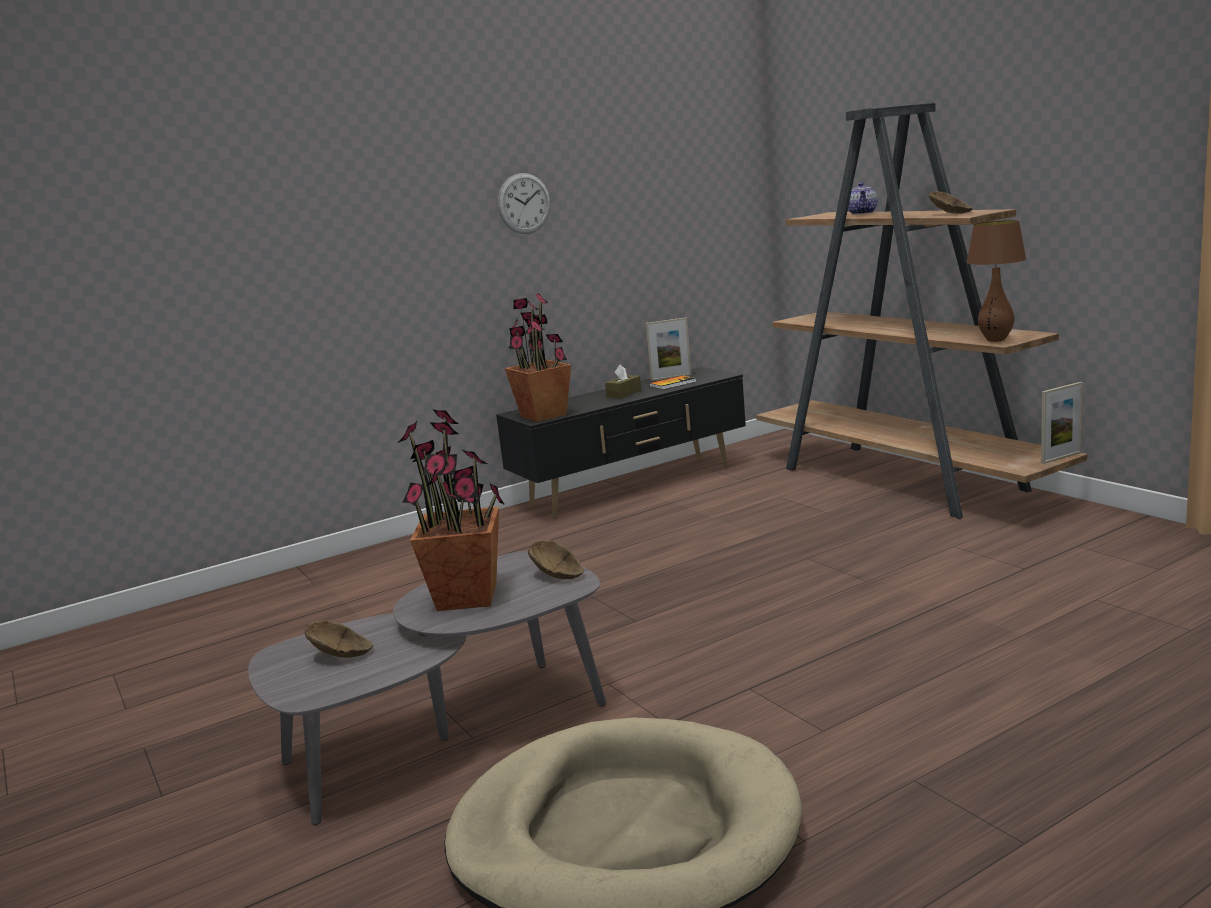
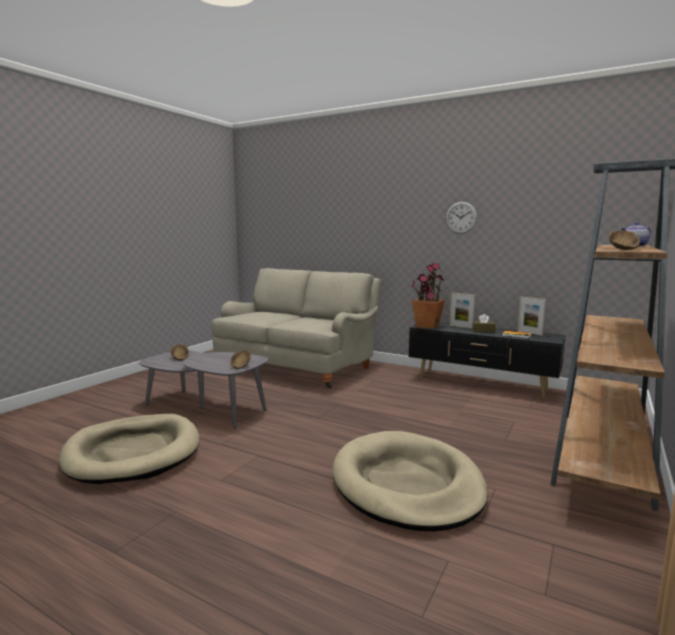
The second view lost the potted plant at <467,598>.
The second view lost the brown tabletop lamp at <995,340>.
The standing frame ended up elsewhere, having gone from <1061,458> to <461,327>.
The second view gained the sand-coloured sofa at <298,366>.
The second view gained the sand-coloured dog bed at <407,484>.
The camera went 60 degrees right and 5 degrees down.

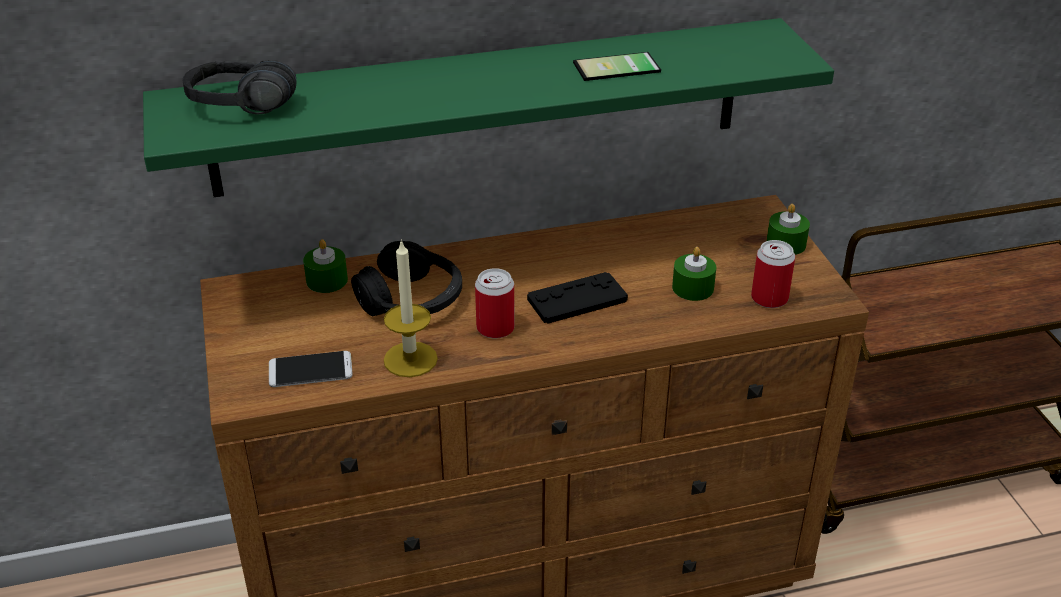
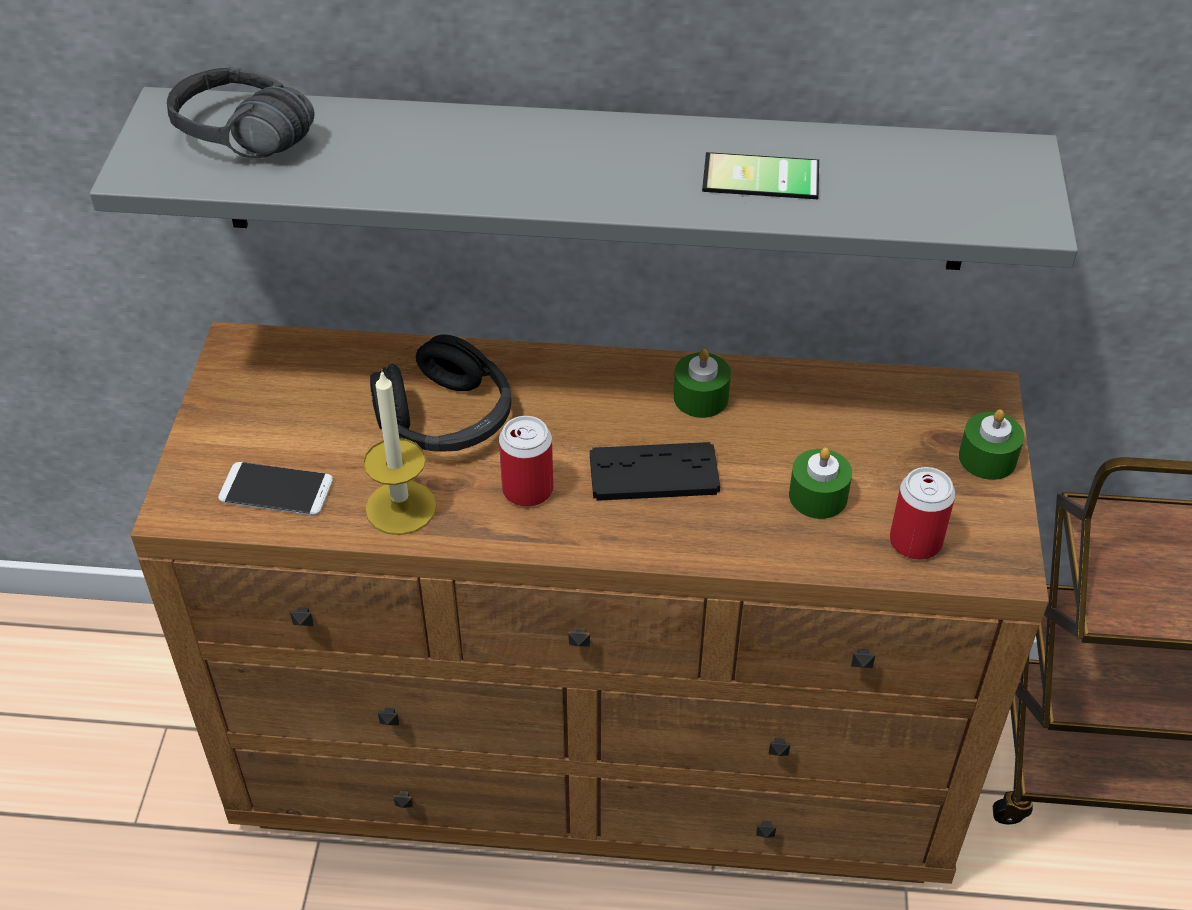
What was the greenish bracket shelf at <481,107> turned into the gray bracket shelf at <591,180>.
The greenish wax light ended up elsewhere, having gone from <327,280> to <700,398>.
The camera went 20 degrees right and 10 degrees up.

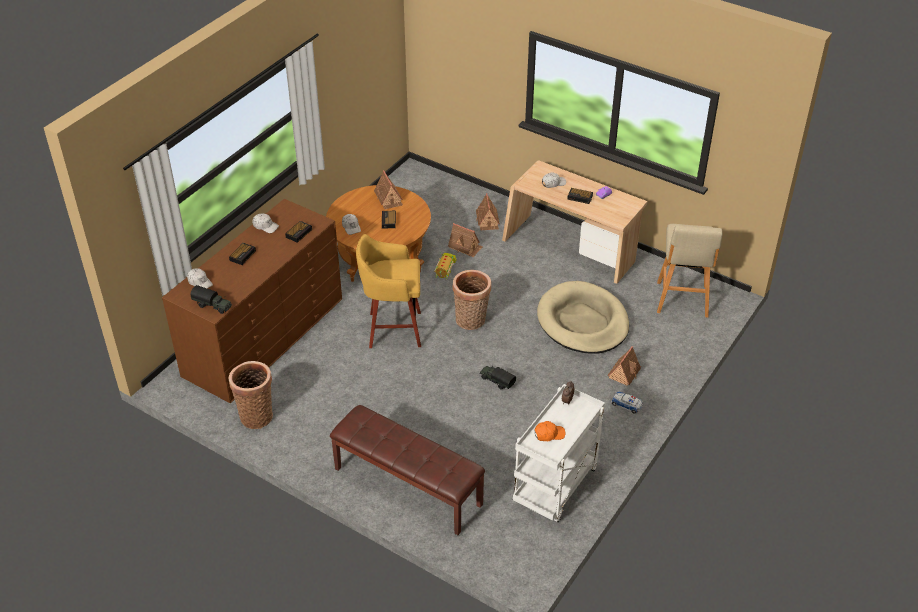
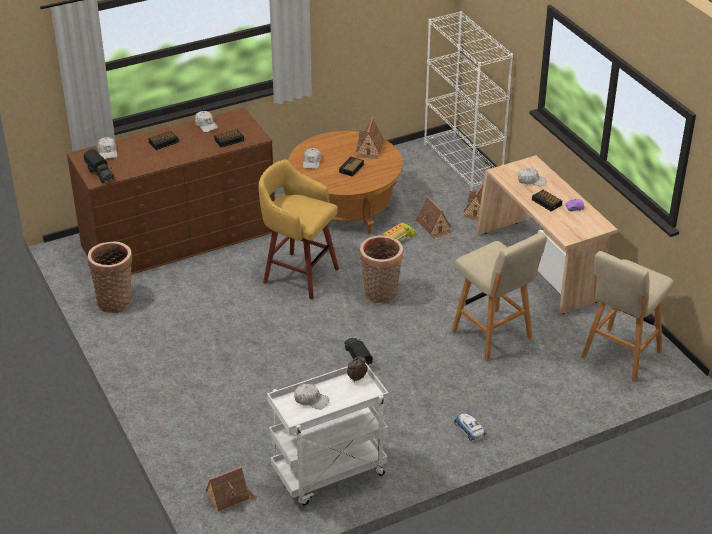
The second view lost the brown indoor bench at <407,487>.
What was the orangey peaked cap at <549,434> turned into the white peaked cap at <311,400>.
Where the sand-coloured dog bed stood at <583,321>, the sand-coloured sitting stool came to stand at <493,336>.
The toy house ended up elsewhere, having gone from <624,372> to <230,496>.
The second view gained the white shelving unit at <463,163>.
The camera went 30 degrees right and 5 degrees down.

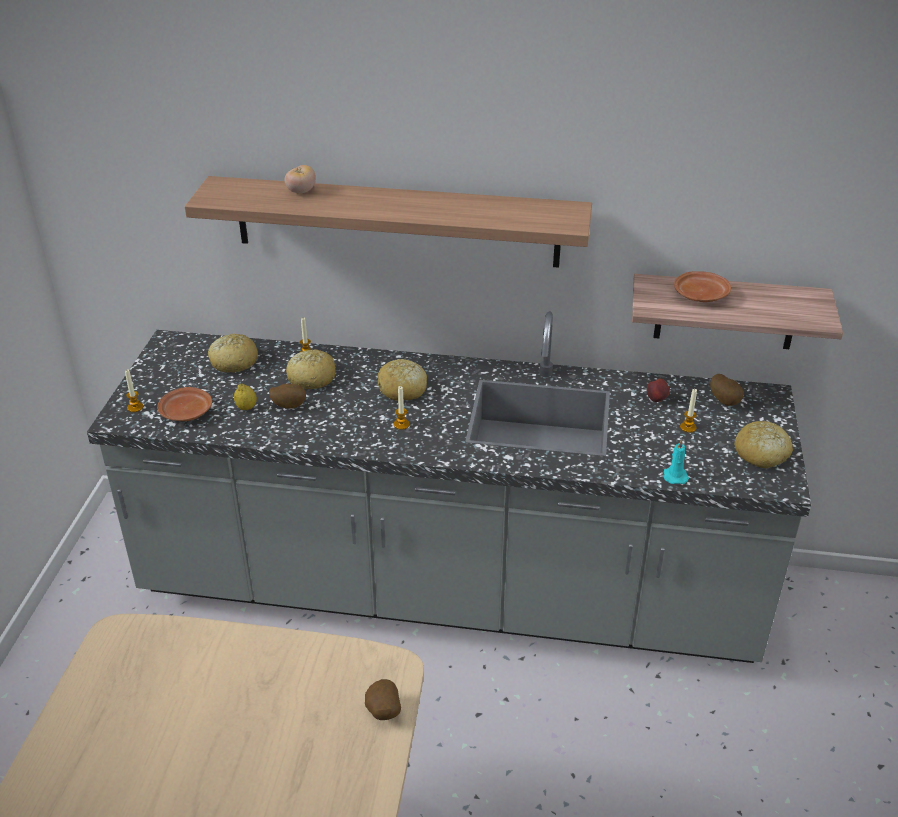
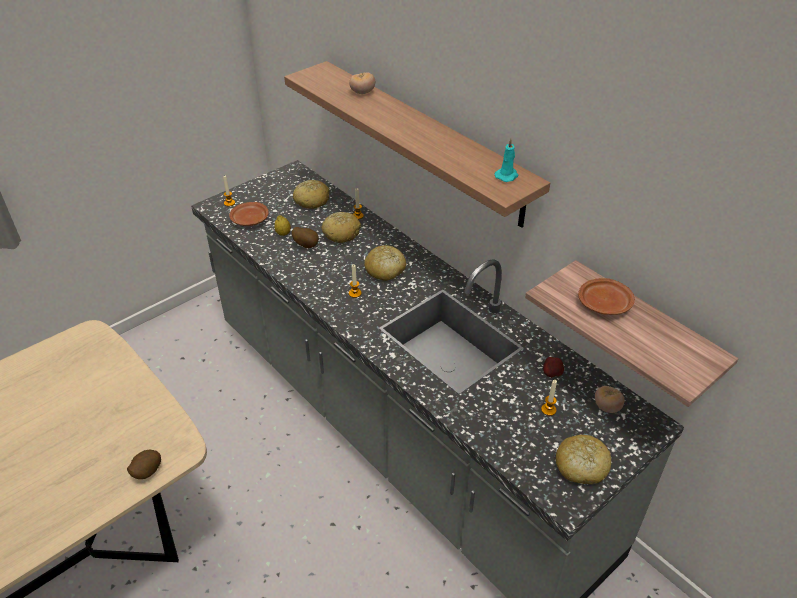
The turquoise wax light ended up elsewhere, having gone from <675,475> to <507,176>.
Where the whole potato stood at <725,401>, the tomato came to stand at <607,407>.
The camera went 40 degrees right and 5 degrees up.

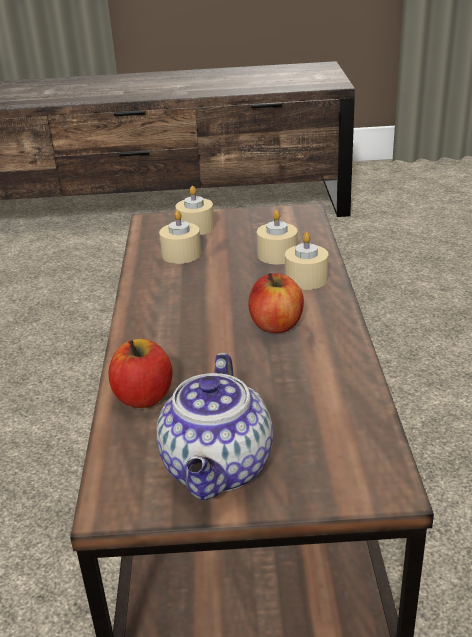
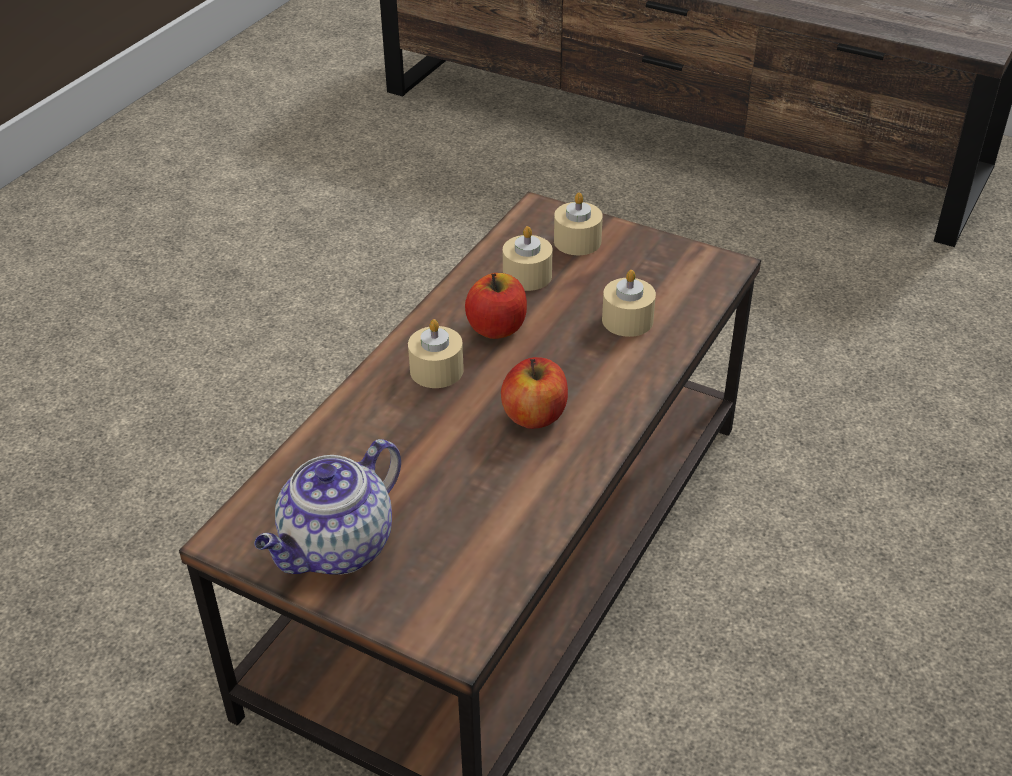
The apple ended up elsewhere, having gone from <144,397> to <497,328>.
The sand-coloured wax light ended up elsewhere, having gone from <306,279> to <436,370>.
The camera went 30 degrees right and 10 degrees up.

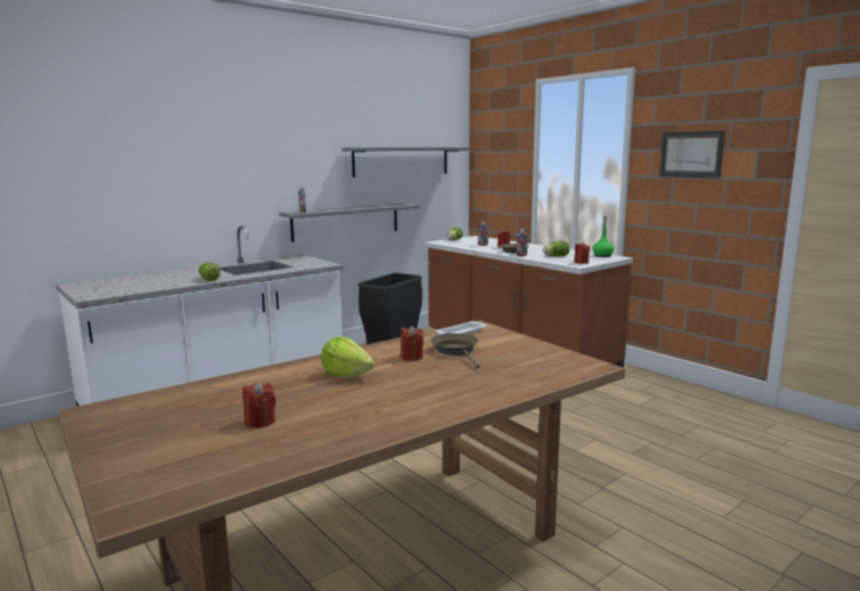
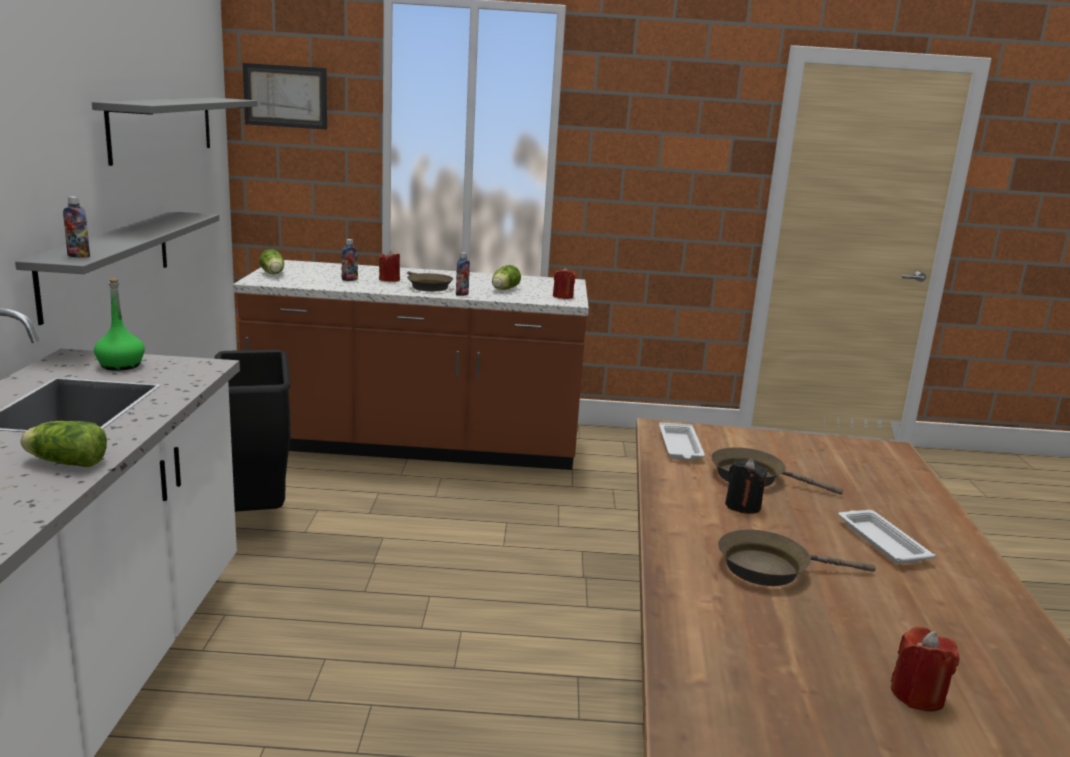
Where the lettuce stood at <346,375>, the brown frying pan came to stand at <770,568>.
What was the red wax light at <411,357> turned into the black wax light at <743,506>.
The greenish beverage bottle ended up elsewhere, having gone from <602,255> to <121,365>.
The wall art ended up elsewhere, having gone from <691,154> to <285,96>.
The second view gained the white tray at <881,541>.
The camera went 50 degrees left and 5 degrees up.

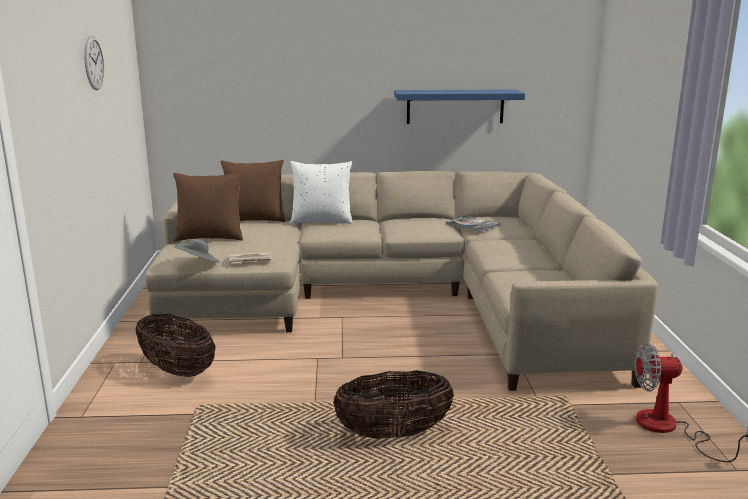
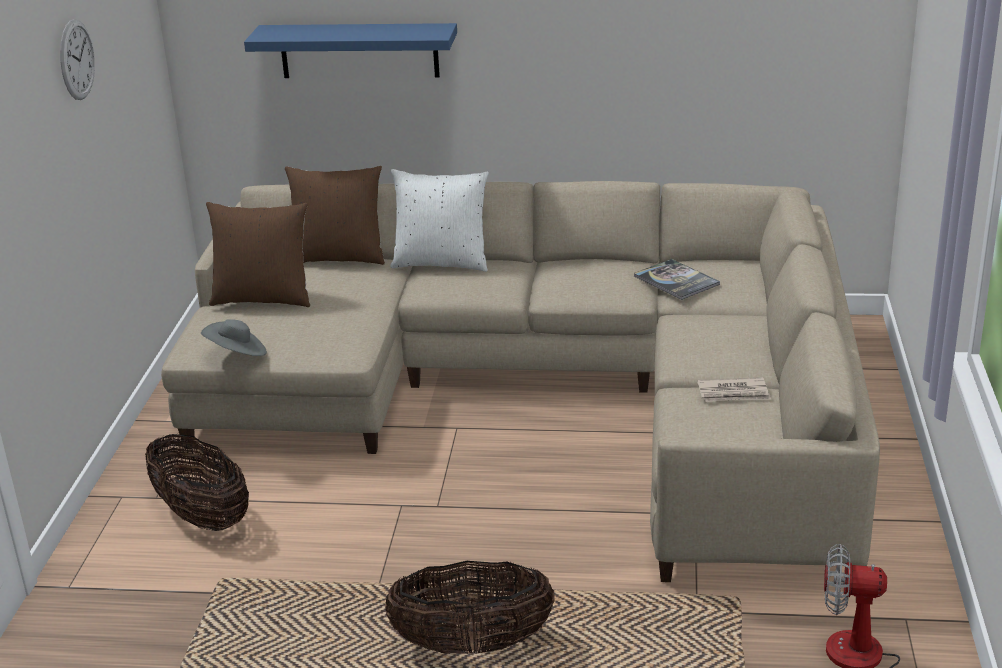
The printed paper ended up elsewhere, having gone from <251,260> to <734,393>.
The blue bracket shelf ended up elsewhere, having gone from <455,106> to <359,50>.
The camera went 10 degrees right and 10 degrees up.

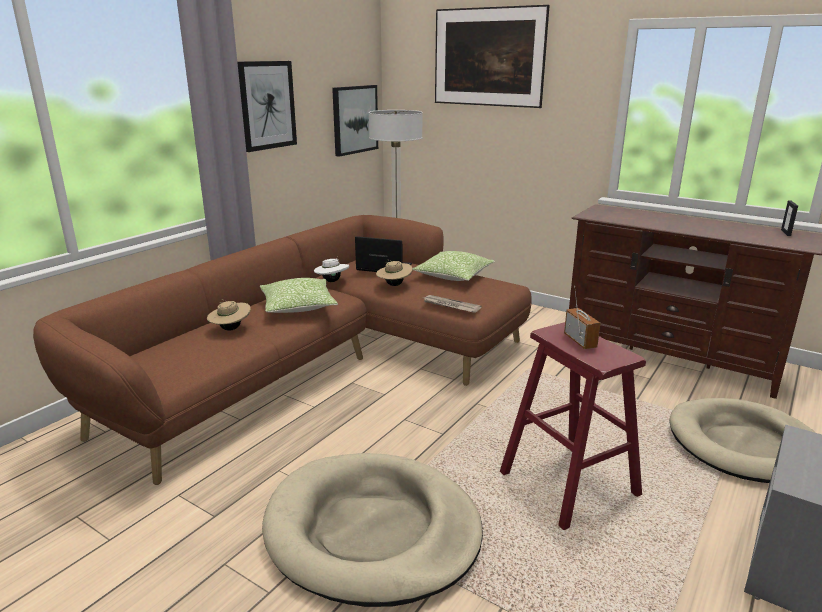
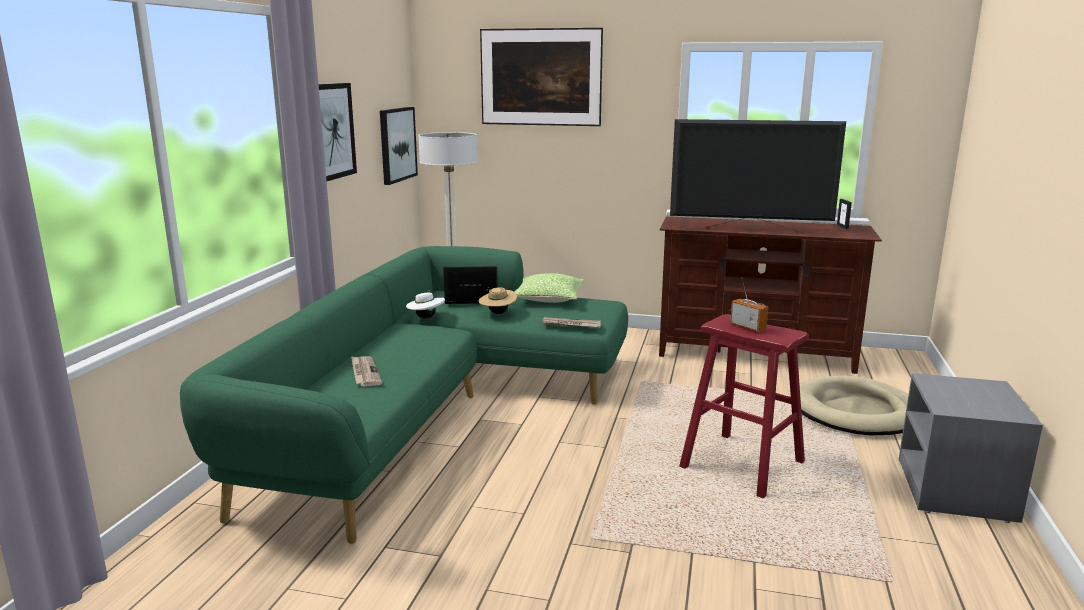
What was the brown sofa at <323,364> turned into the greenish sofa at <434,407>.
Where the sand-coloured hat stood at <230,329>, the printed paper came to stand at <364,373>.
The second view lost the pillow at <298,306>.
The second view lost the sand-coloured dog bed at <372,531>.
The second view gained the TV at <749,230>.
The camera went 20 degrees left and 5 degrees down.

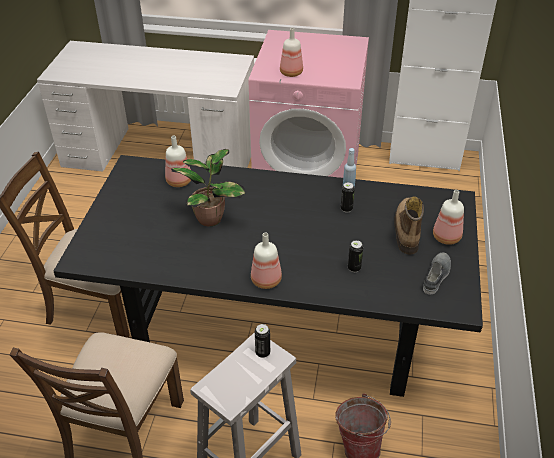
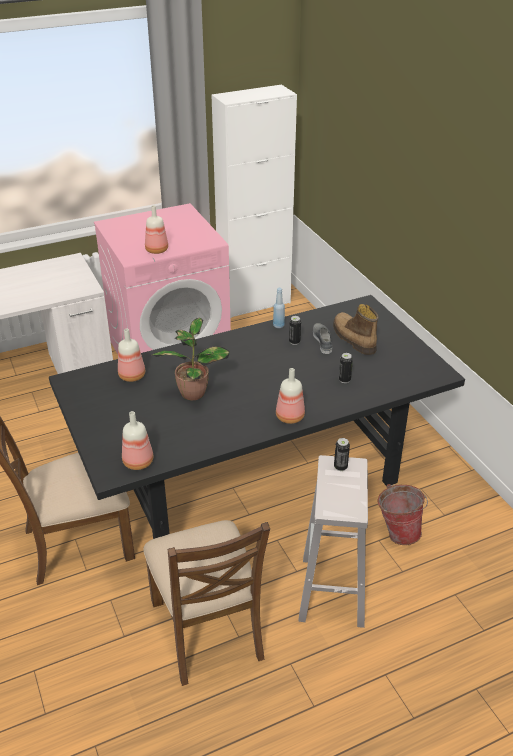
The gray low shoe ended up elsewhere, having gone from <436,276> to <323,340>.
The beverage bottle ended up elsewhere, having gone from <447,238> to <139,462>.
The camera went 35 degrees left and 5 degrees down.

